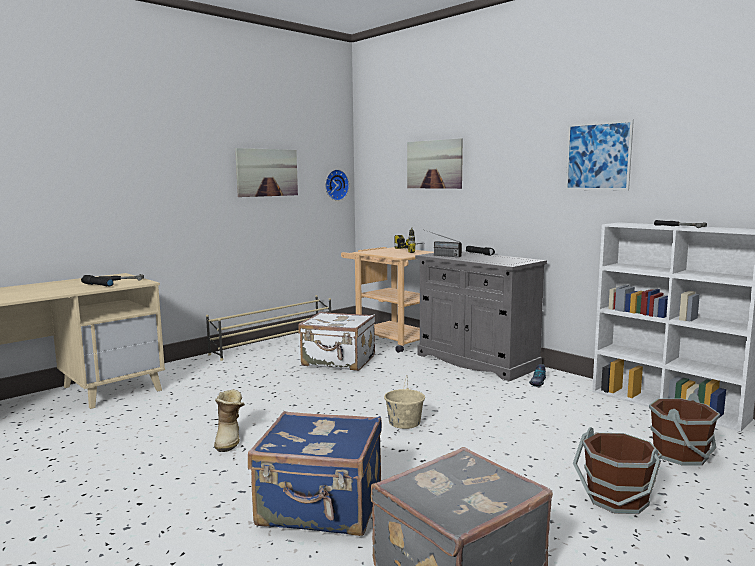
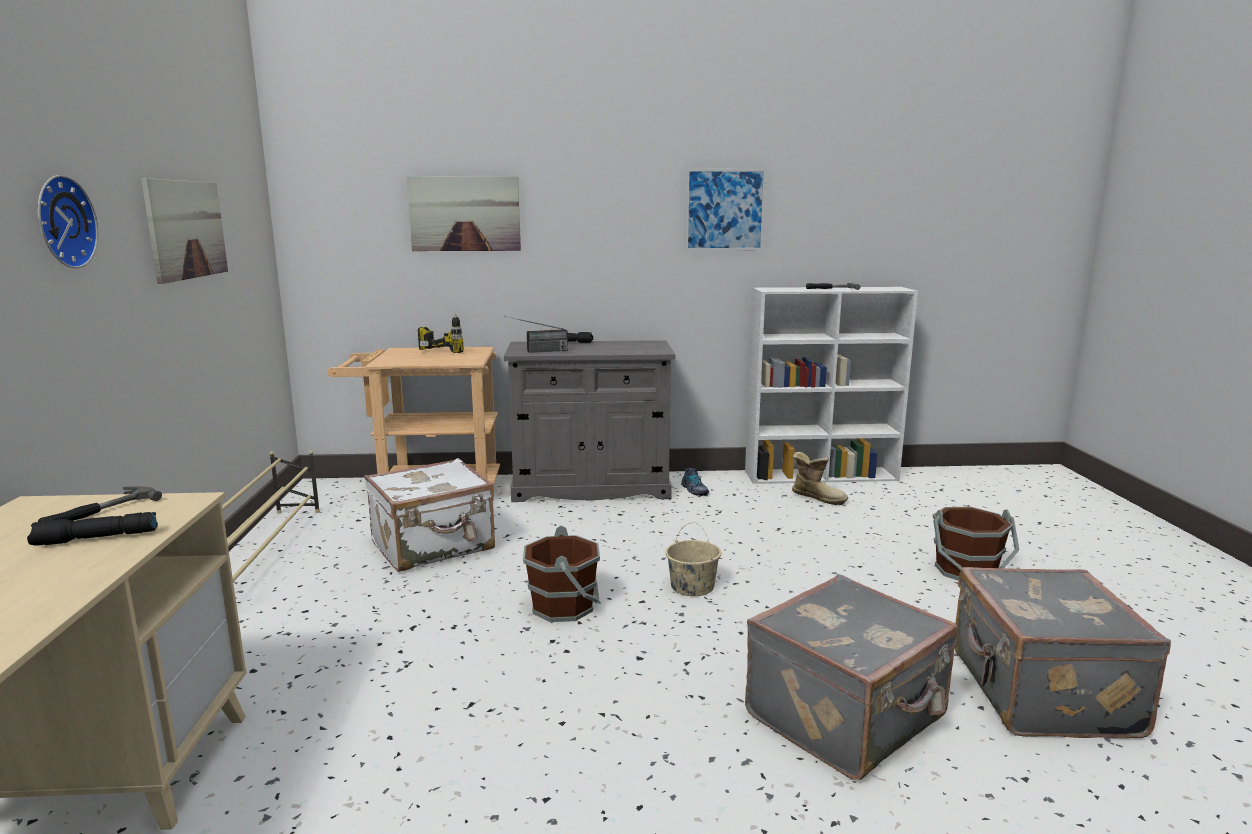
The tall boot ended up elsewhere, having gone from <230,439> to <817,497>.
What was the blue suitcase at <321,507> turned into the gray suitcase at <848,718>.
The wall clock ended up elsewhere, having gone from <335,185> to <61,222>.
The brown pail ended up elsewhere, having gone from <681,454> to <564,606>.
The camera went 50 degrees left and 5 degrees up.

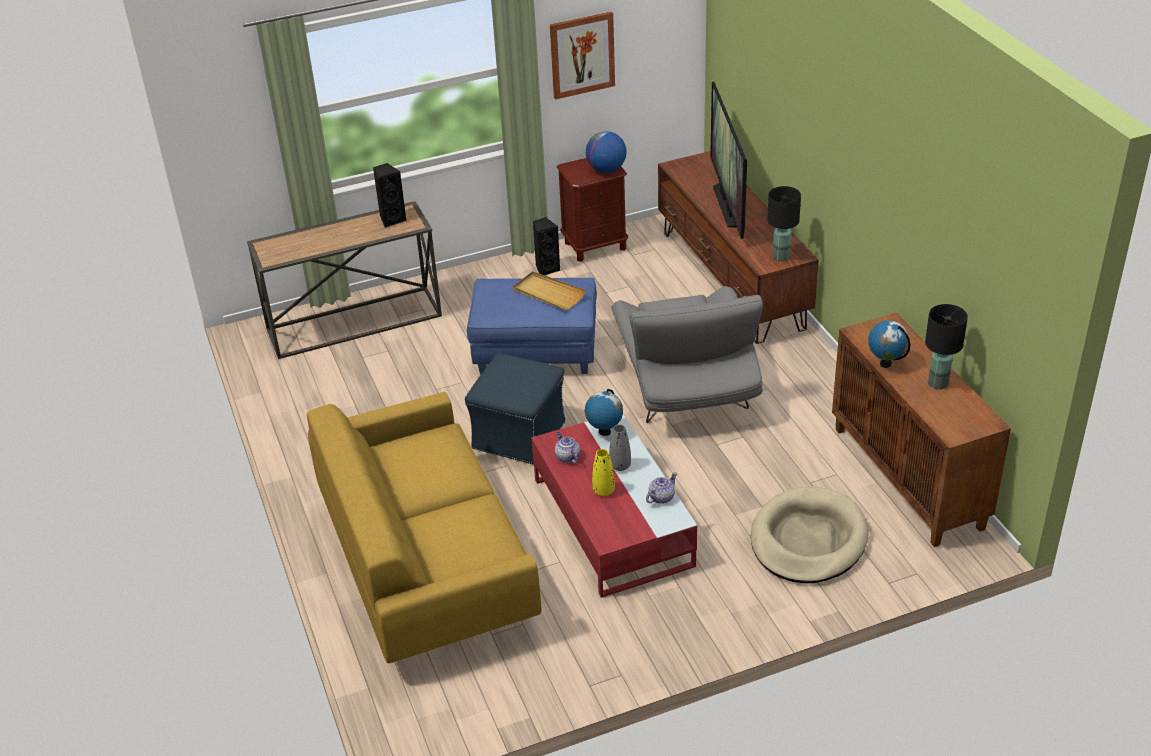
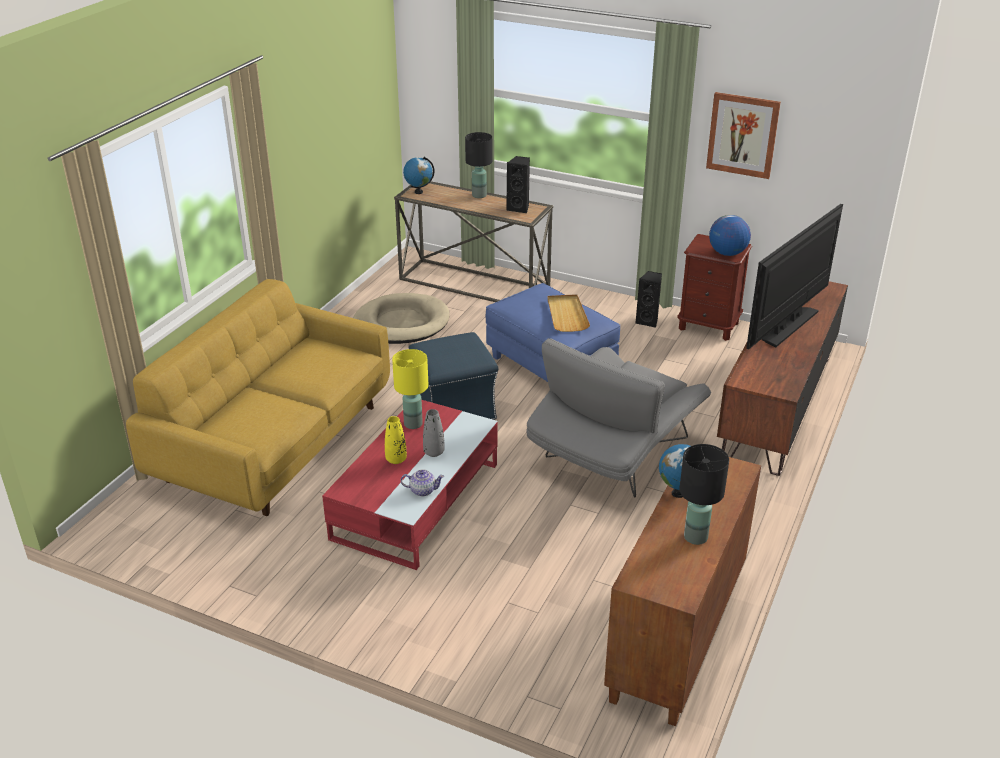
Where the pot for tea stood at <567,457>, the yellow-coloured tabletop lamp came to stand at <413,423>.
The world globe ended up elsewhere, having gone from <604,432> to <418,192>.
The sand-coloured dog bed ended up elsewhere, having gone from <808,540> to <401,323>.
The black tabletop lamp ended up elsewhere, having gone from <781,257> to <479,195>.
The camera went 45 degrees right and 5 degrees down.

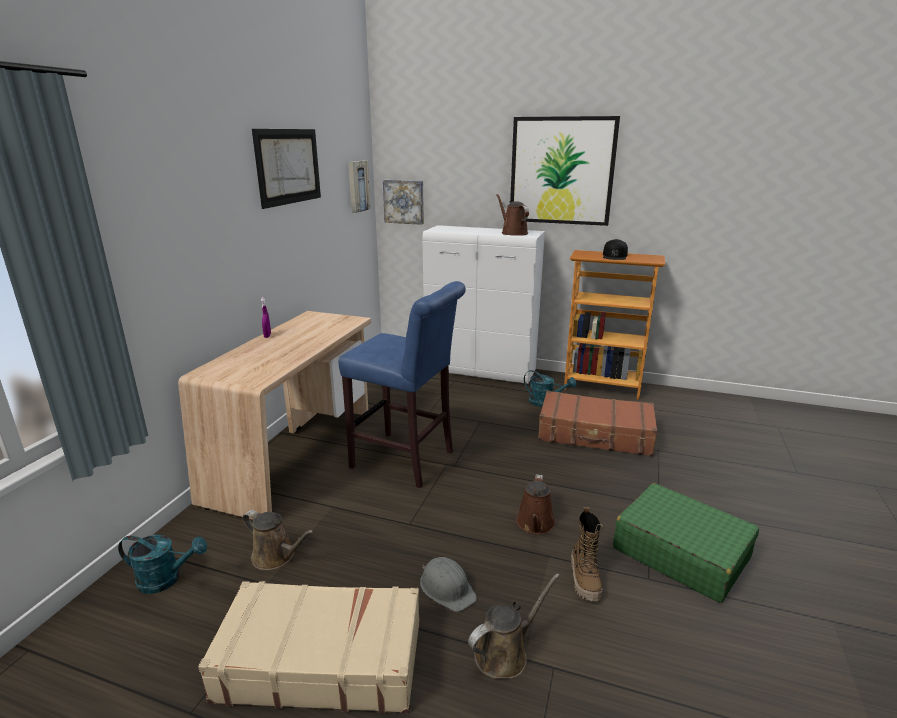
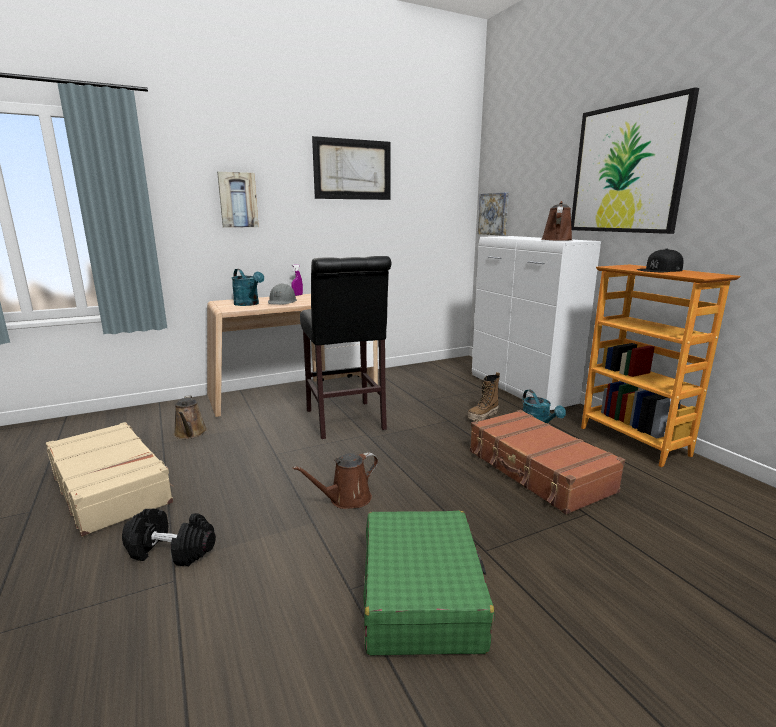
The turquoise watering pot ended up elsewhere, having gone from <166,579> to <249,304>.
What was the blue sitting stool at <407,461> turned into the black sitting stool at <346,422>.
The wall art ended up elsewhere, having gone from <357,186> to <238,200>.
The gray hard hat ended up elsewhere, having gone from <447,588> to <282,302>.
Where the brown watering pot stood at <505,653>, the black hand weight came to stand at <172,551>.
The tall boot ended up elsewhere, having gone from <585,579> to <483,416>.
The camera went 45 degrees right and 5 degrees down.

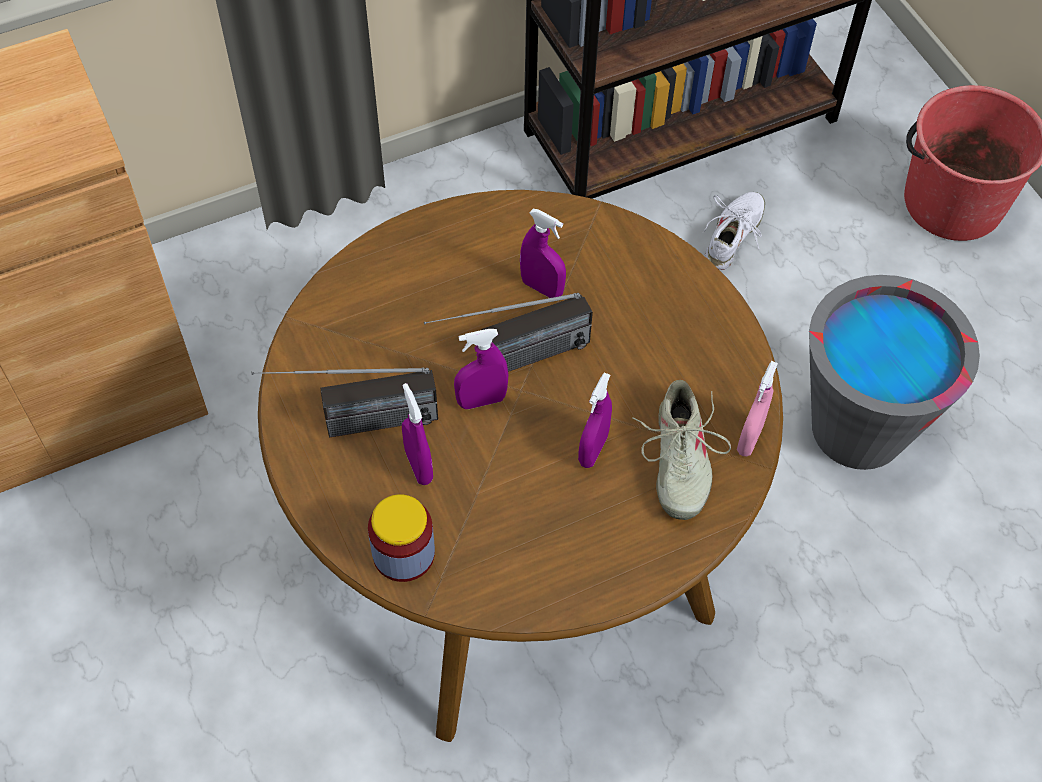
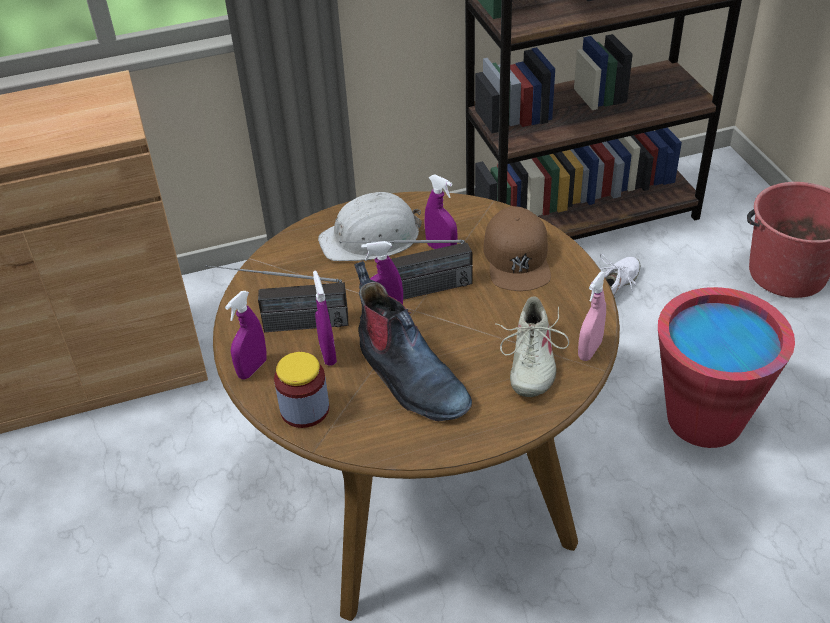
The purplish sprayer ended up elsewhere, having gone from <593,450> to <252,368>.
What was the gray pail at <858,429> turned into the red pail at <704,419>.
The second view gained the white hard hat at <371,238>.
The second view gained the tall boot at <409,378>.
The second view gained the brown peaked cap at <517,258>.
The camera went 10 degrees right and 15 degrees down.

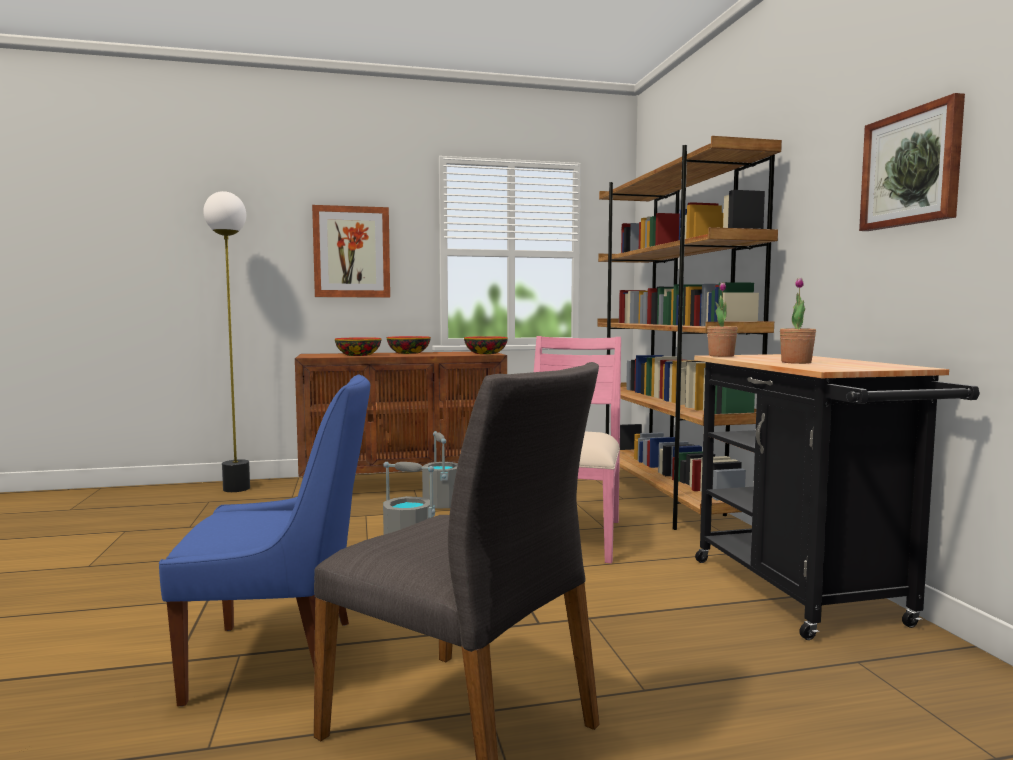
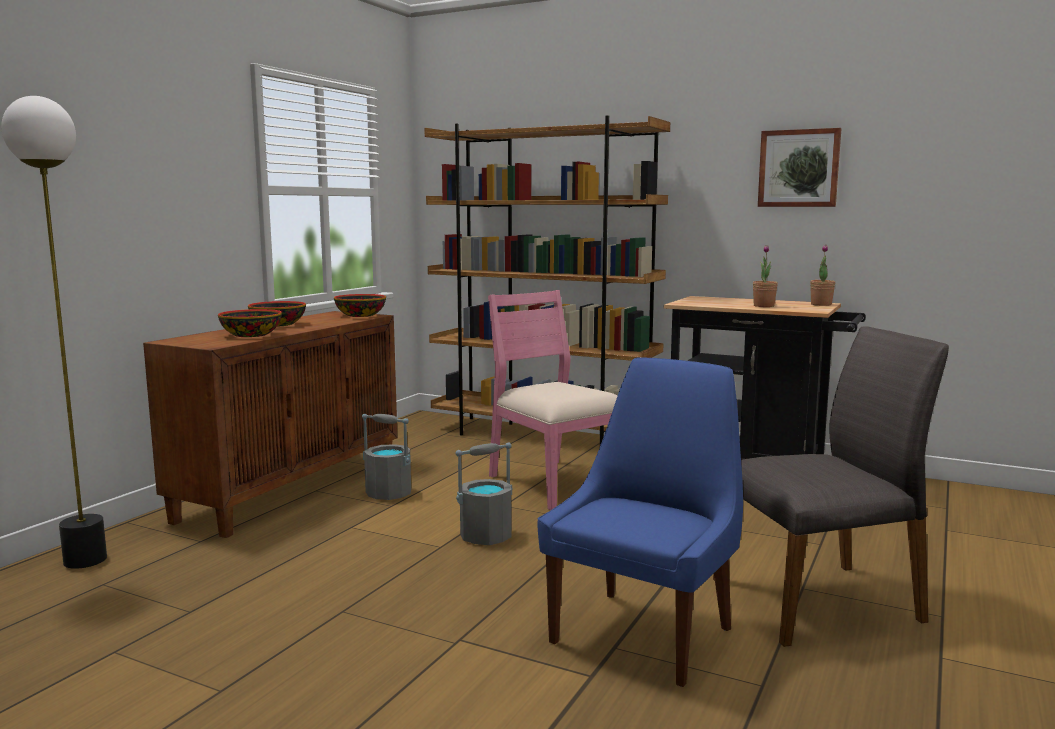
The second view lost the wall art at <352,252>.
The potted plant ended up elsewhere, having gone from <721,356> to <821,304>.
The camera went 50 degrees left and 5 degrees up.

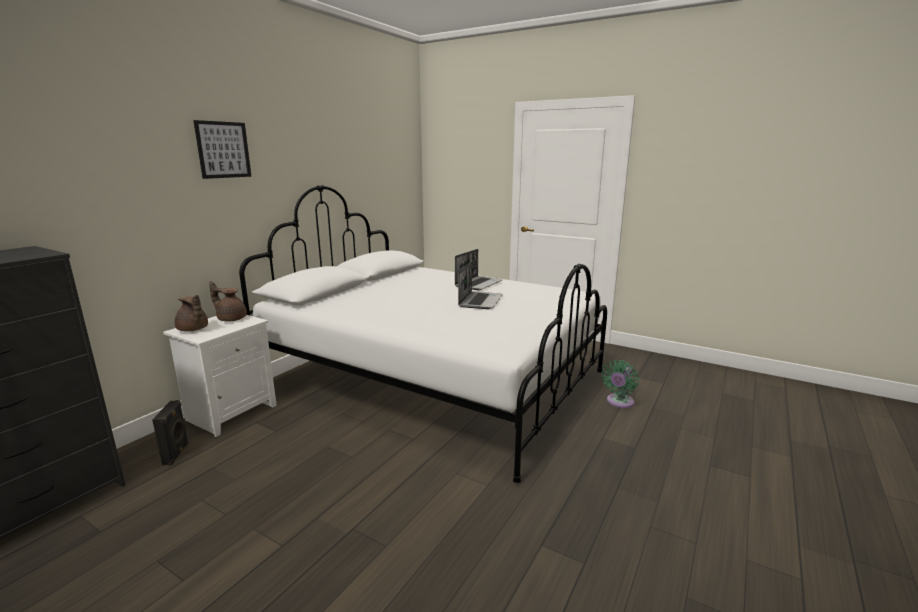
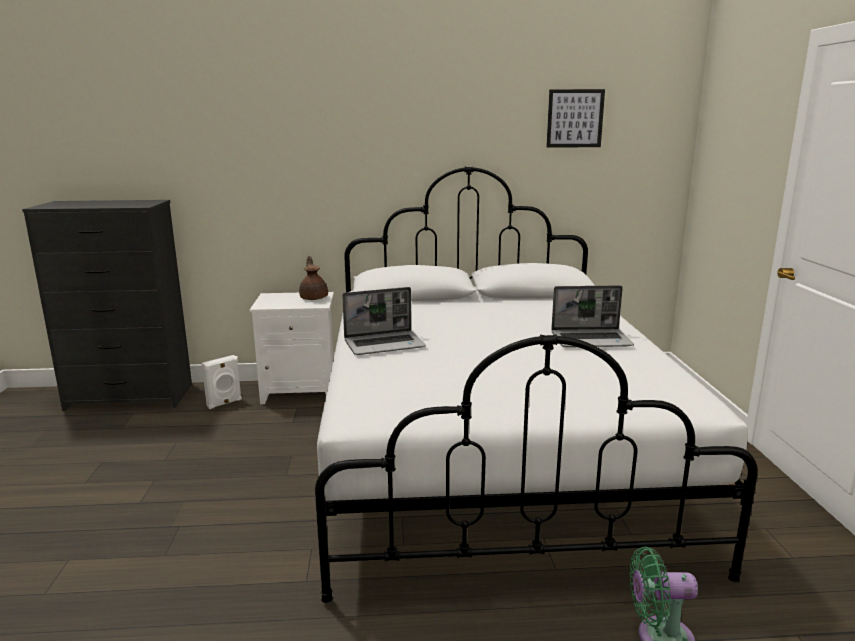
What was the black speaker at <177,454> turned into the white speaker at <224,403>.
The second view lost the brown pot for tea at <193,329>.
The wall art ended up elsewhere, having gone from <223,150> to <575,118>.
The notebook computer ended up elsewhere, having gone from <480,301> to <385,344>.
The camera went 55 degrees right and 0 degrees up.

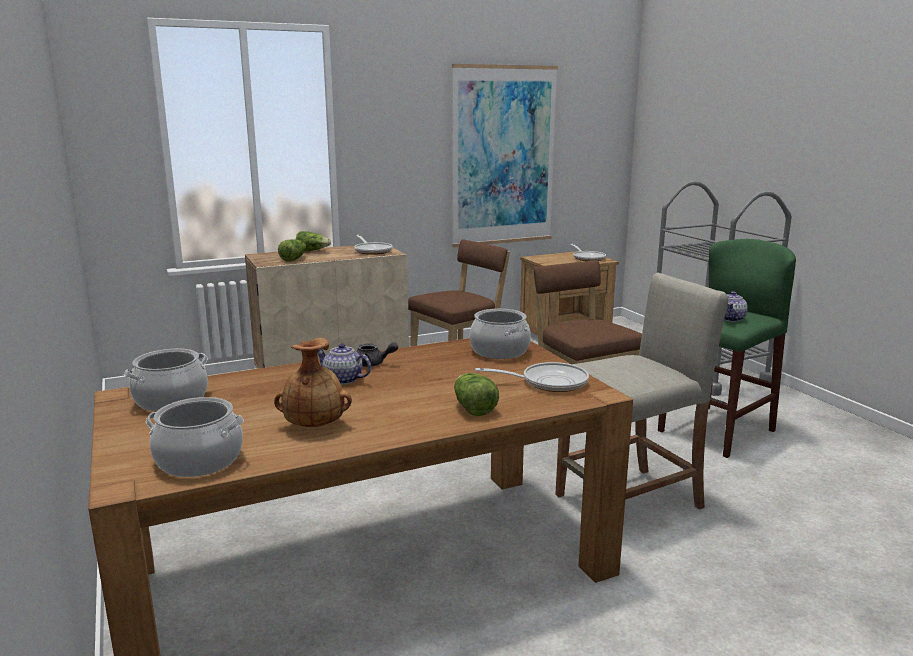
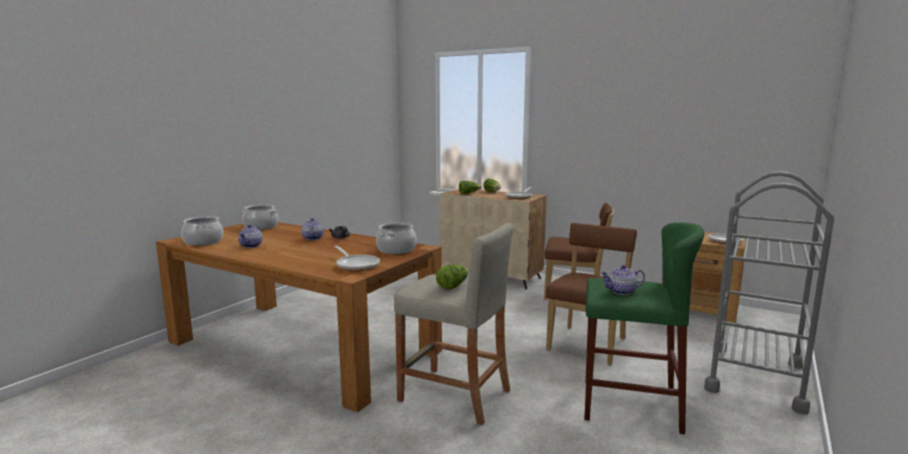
Where the brown flower vase stood at <315,425>, the pot for tea came to stand at <251,246>.
The second view lost the wall art at <503,156>.
The lettuce ended up elsewhere, having gone from <473,408> to <453,286>.
The camera went 55 degrees right and 5 degrees down.

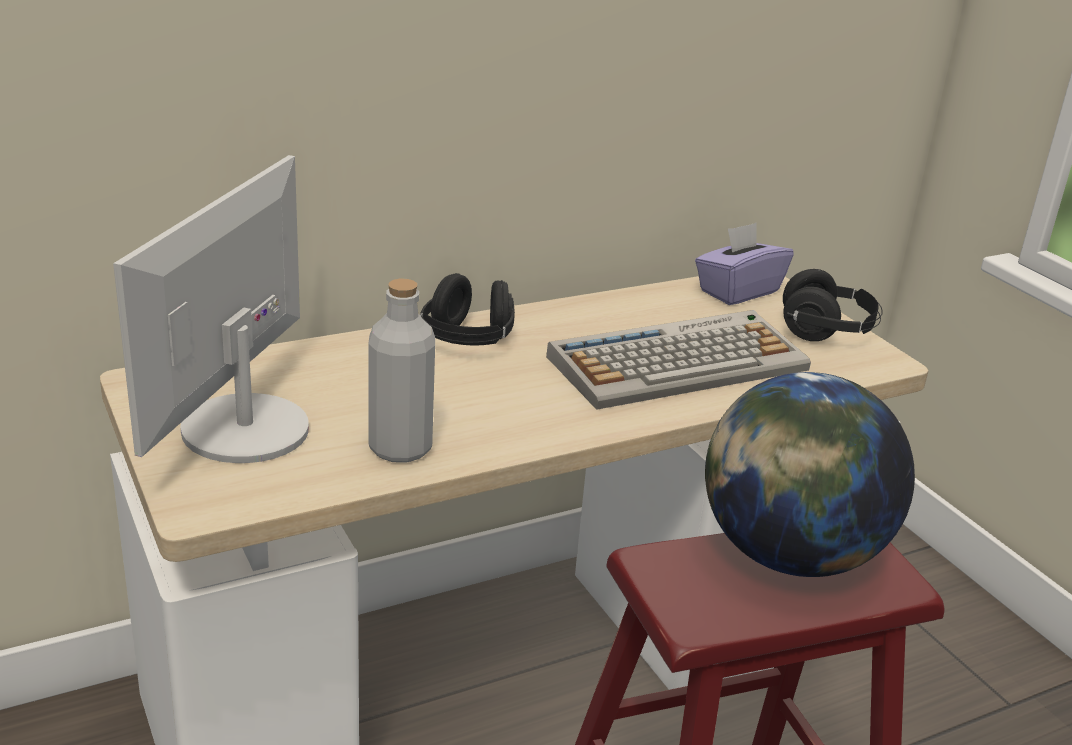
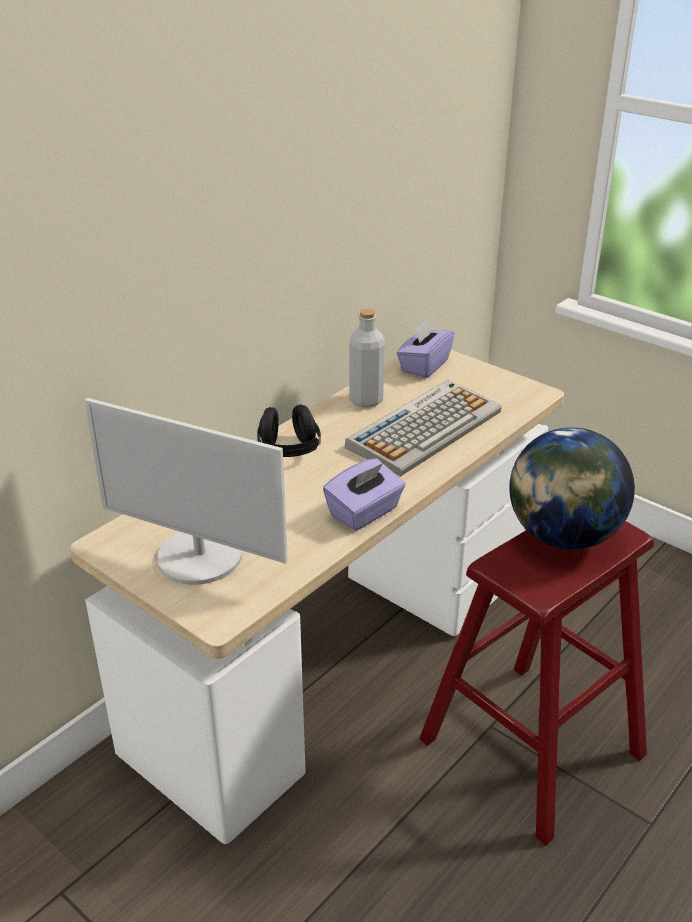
The monitor at <243,429> ended up facing another way, 60 degrees counterclockwise from before.
The gray beverage bottle ended up elsewhere, having gone from <400,448> to <366,400>.
The second view lost the black pair of headphones at <827,332>.
The second view gained the purplish tissue holder at <364,512>.
The camera went 20 degrees left and 5 degrees up.

